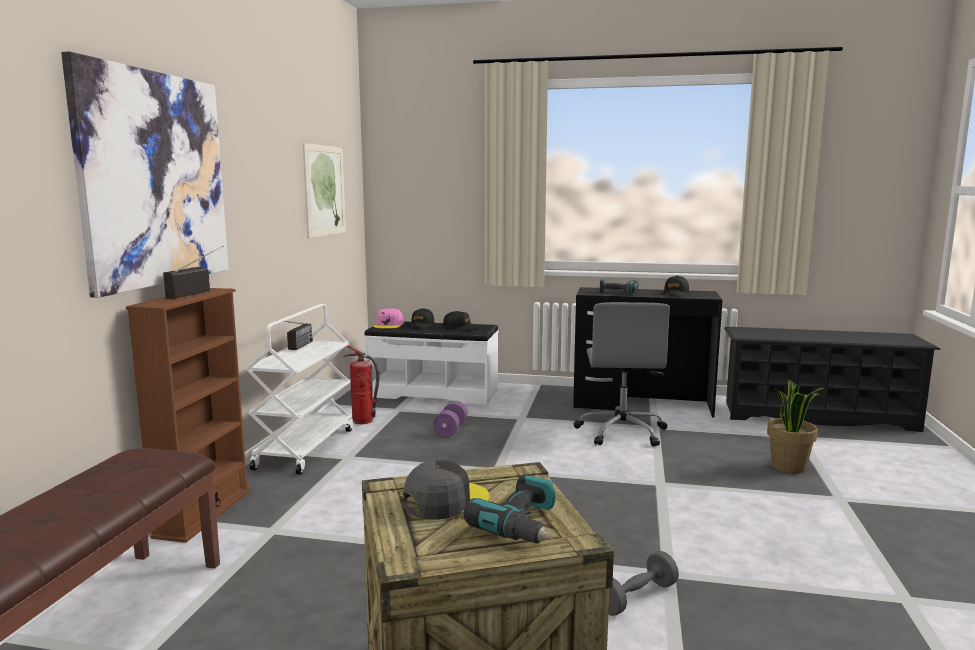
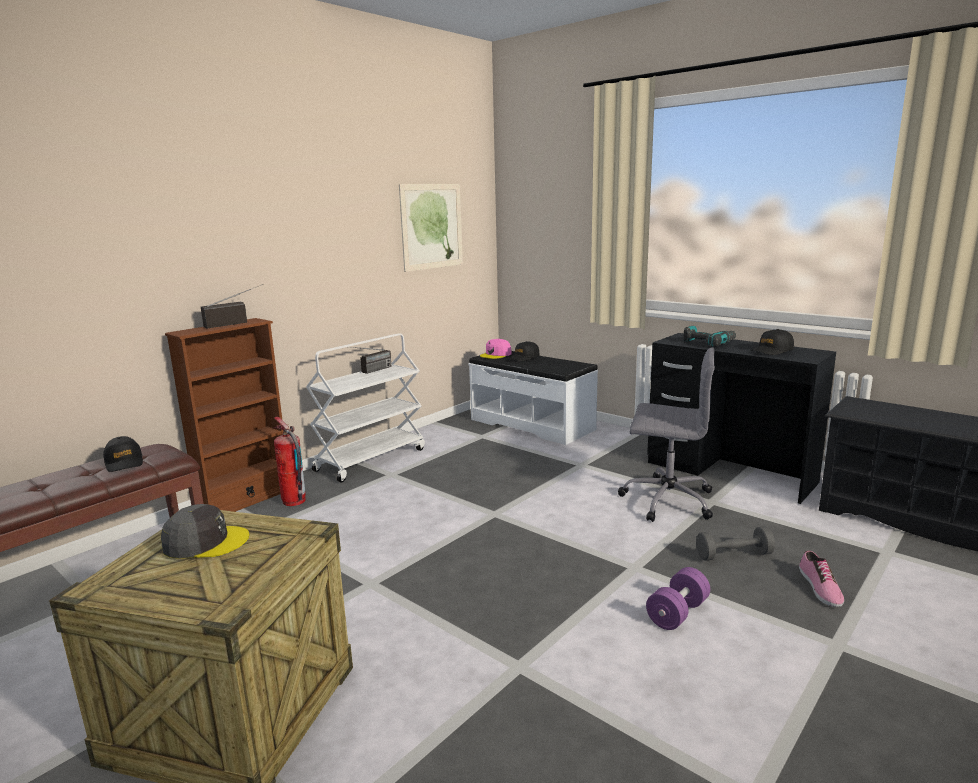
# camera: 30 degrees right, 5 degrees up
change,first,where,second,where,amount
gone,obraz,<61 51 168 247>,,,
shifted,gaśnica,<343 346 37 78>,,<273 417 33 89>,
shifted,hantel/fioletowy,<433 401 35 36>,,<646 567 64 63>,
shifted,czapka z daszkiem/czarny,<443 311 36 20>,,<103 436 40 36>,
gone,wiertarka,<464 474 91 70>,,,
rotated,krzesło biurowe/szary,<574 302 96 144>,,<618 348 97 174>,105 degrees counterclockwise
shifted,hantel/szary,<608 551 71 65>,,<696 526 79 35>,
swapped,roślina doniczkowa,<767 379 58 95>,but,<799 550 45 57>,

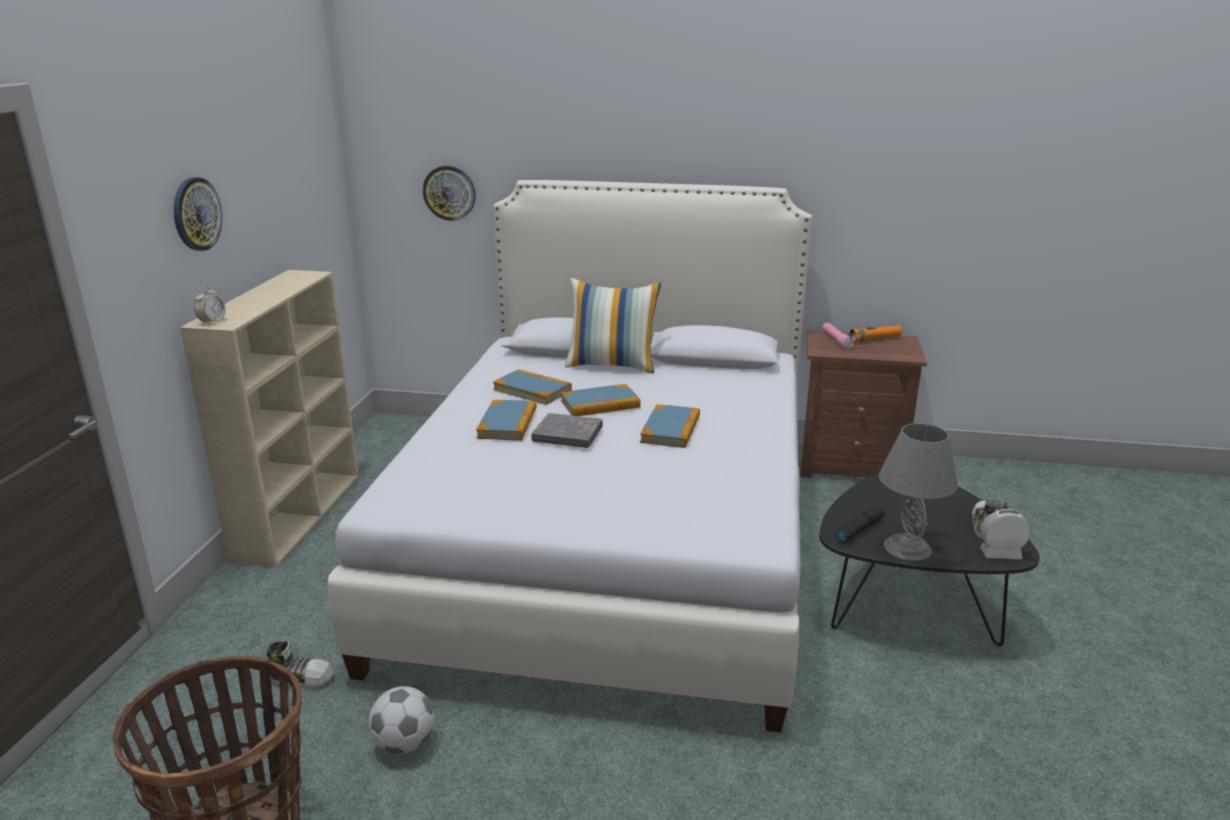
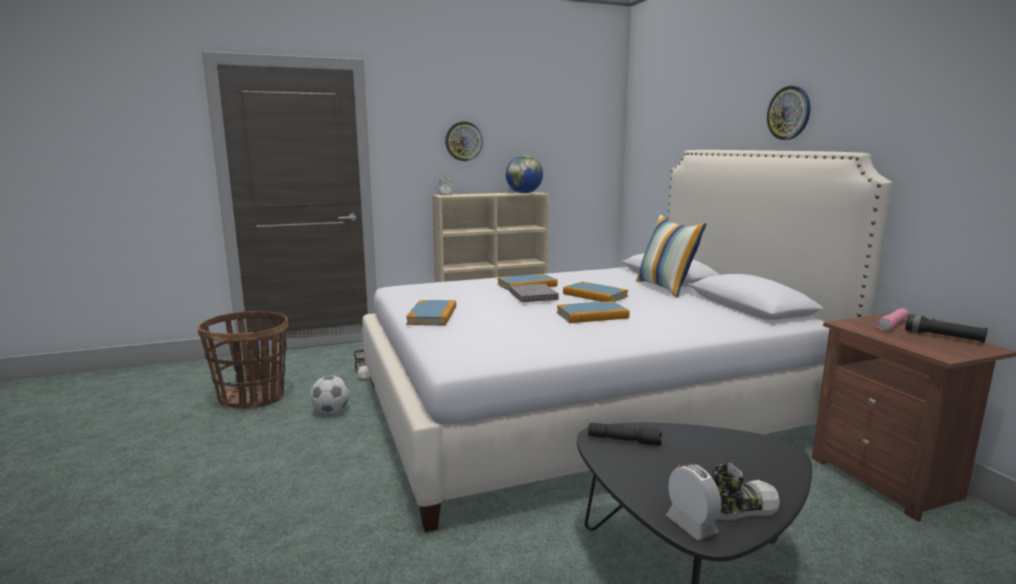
# camera: 60 degrees right, 10 degrees down
change,first,where,second,where,amount
shifted,zegar ścienny,<423 166 53 55>,,<767 86 44 54>,
shifted,książka,<493 369 79 36>,,<406 300 50 26>,
repainted,latarka/pomarańczowy,<849 324 53 19>,latarka/czarny,<905 314 83 29>,
gone,lampa stołowa/szary,<879 423 79 138>,,,
new,,,globus,<506 155 37 39>,

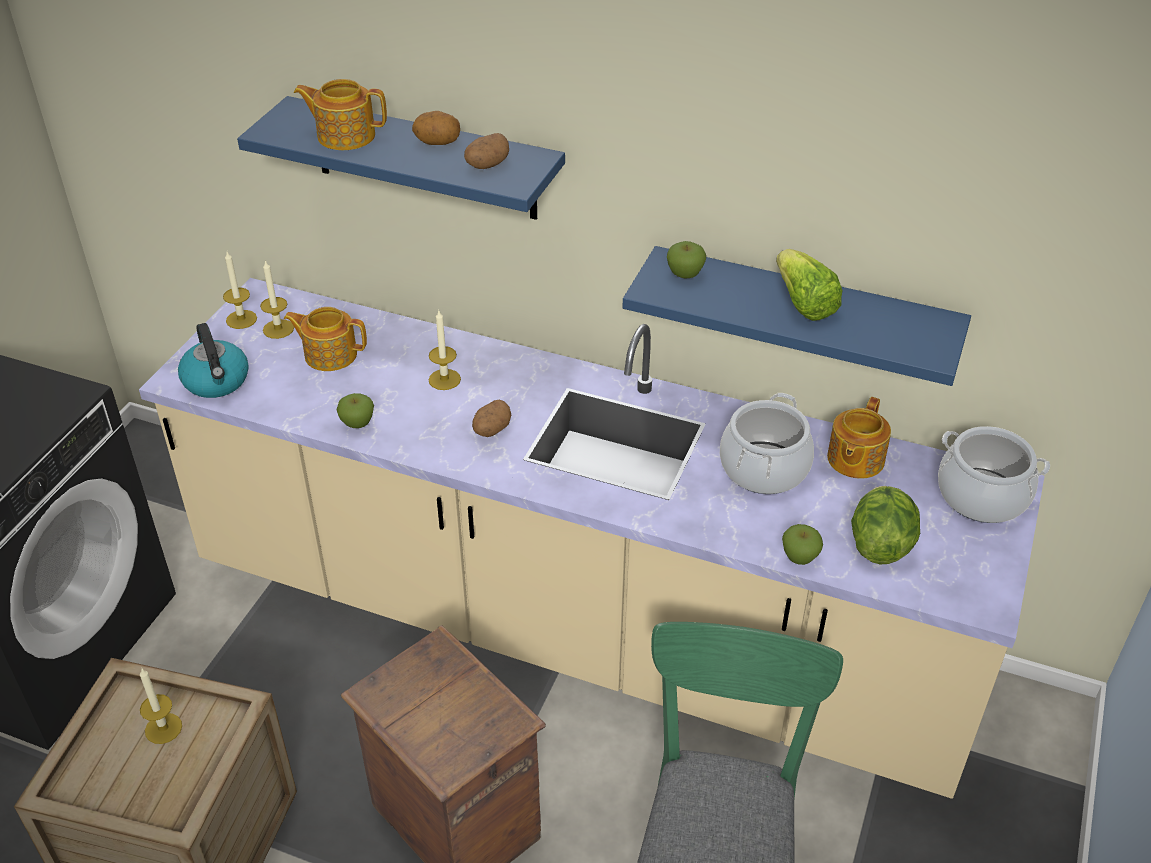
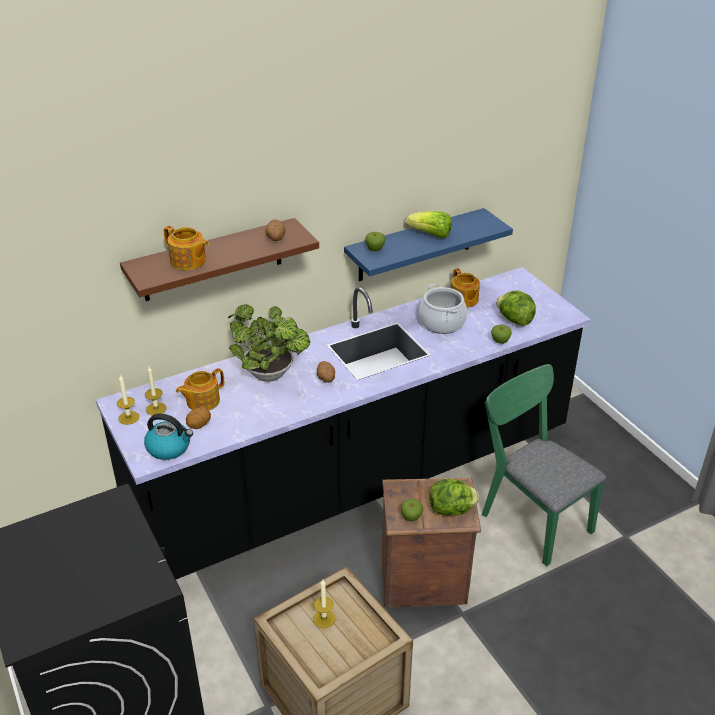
# camera: 50 degrees left, 5 degrees down
change,first,where,second,where,amount
repainted,zabudowa kuchenna/beżowy,<139 278 906 521>,zabudowa kuchenna/czarny,<96 267 495 312>,
repainted,półka/niebieski,<237 96 328 124>,półka/brązowy,<120 218 199 83>,
rotated,imbryk,<294 79 93 71>,,<164 226 45 44>,105 degrees counterclockwise
shifted,jabłko,<336 393 38 35>,,<401 499 22 22>,
shifted,ziemniak,<412 111 48 34>,,<186 407 25 22>,
swapped,świeca,<429 311 32 79>,roślina doniczkowa,<228 304 82 78>,
gone,garnek,<938 426 112 97>,,,
new,,,sałata,<429 478 50 38>,

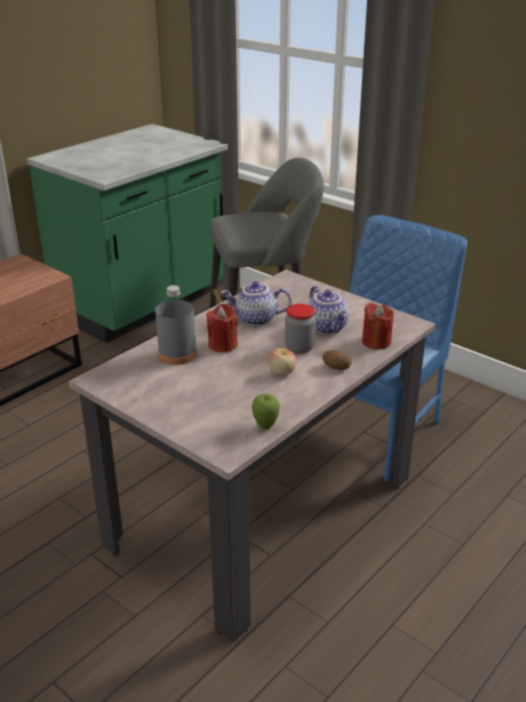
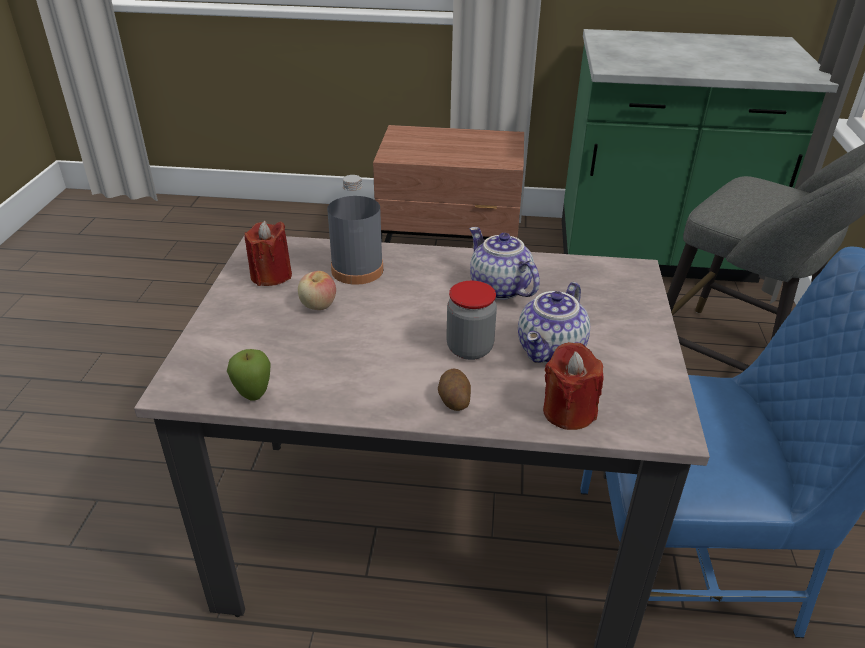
# camera: 55 degrees right, 5 degrees up
change,first,where,second,where,amount
shifted,świeca/czerwony,<206 304 32 48>,,<244 221 48 65>,
shifted,jabłko,<269 348 27 27>,,<298 271 38 39>,

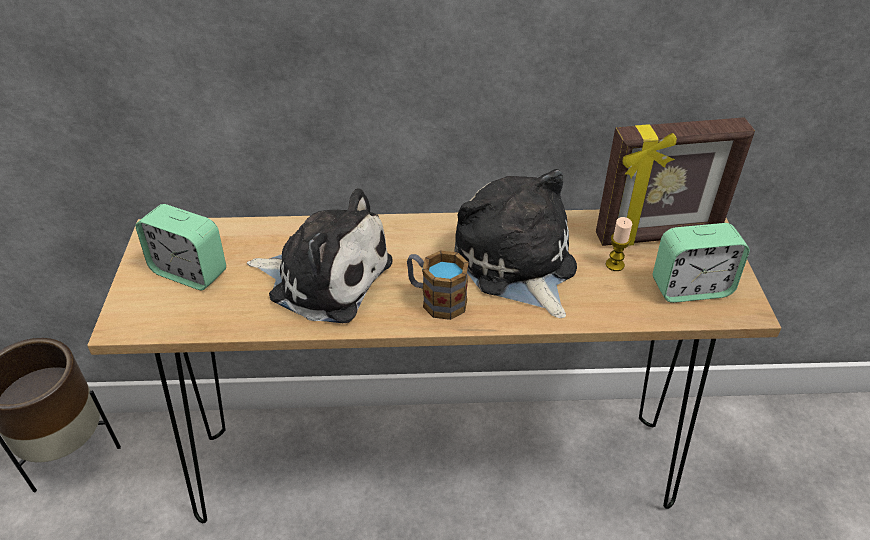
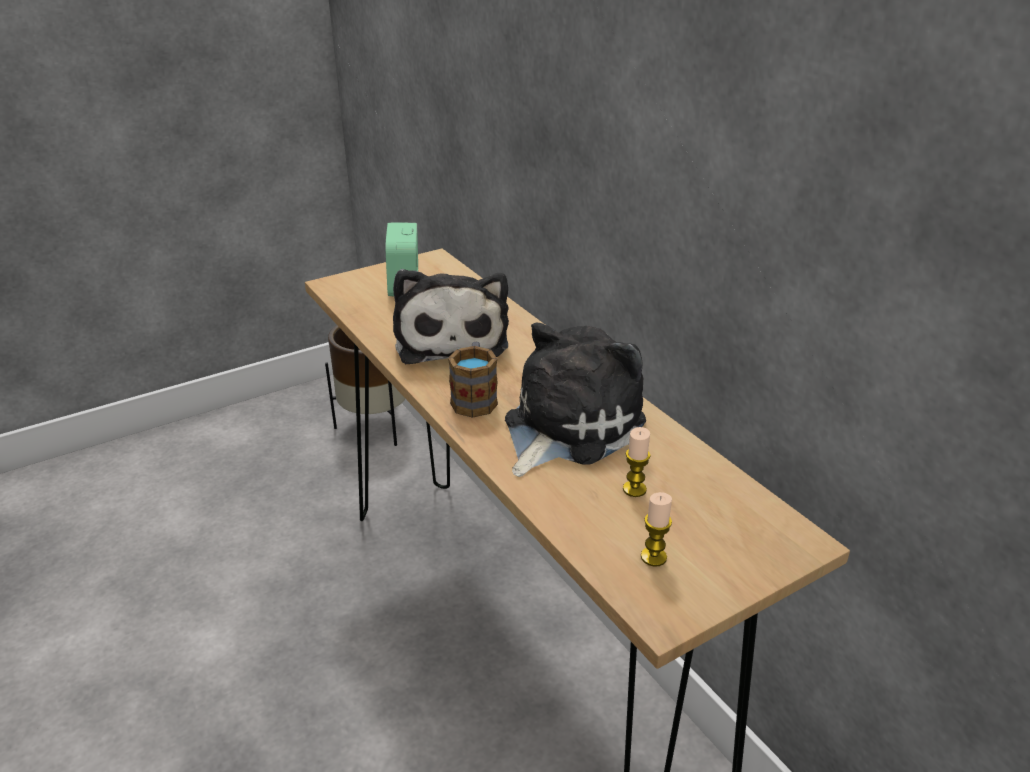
# camera: 60 degrees right, 10 degrees down
change,first,where,second,where,amount
gone,ramka na zdjęcie,<596 117 159 129>,,,
swapped,budzik,<653 223 97 80>,świeca,<641 492 31 75>,

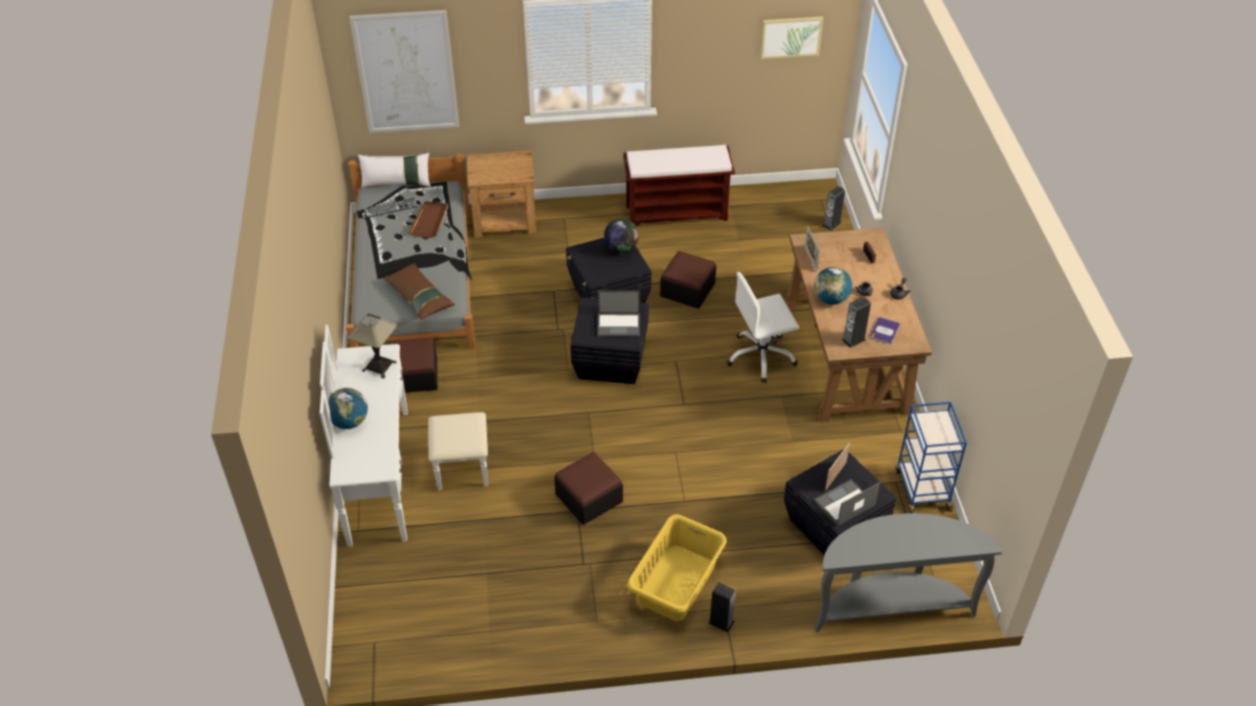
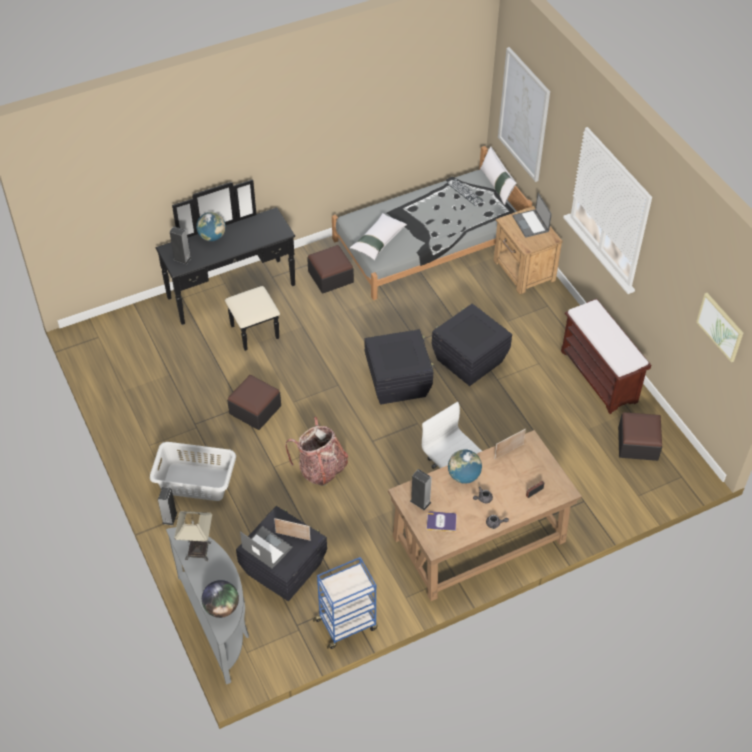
# camera: 70 degrees right, 5 degrees up
change,first,where,second,where,amount
repainted,komoda/biały,<320 325 168 222>,komoda/czarny,<156 179 139 172>,
shifted,lampa stołowa,<348 314 49 65>,,<174 511 38 50>,
repainted,poduszka/brązowy,<383 263 72 57>,poduszka/biały,<350 213 57 47>,
gone,taca/brązowy,<409 201 39 37>,,,
shifted,laptop,<597 291 43 46>,,<512 193 40 45>,
shifted,globus,<604 219 35 34>,,<202 580 37 38>,
repainted,kosz na pranie/żółty,<627 514 100 107>,kosz na pranie/szary,<150 442 86 59>,
shifted,pufa,<660 251 56 58>,,<618 412 44 49>,
shifted,głośnik,<823 186 22 45>,,<170 226 21 38>,
new,,,plecak,<285 417 63 69>,

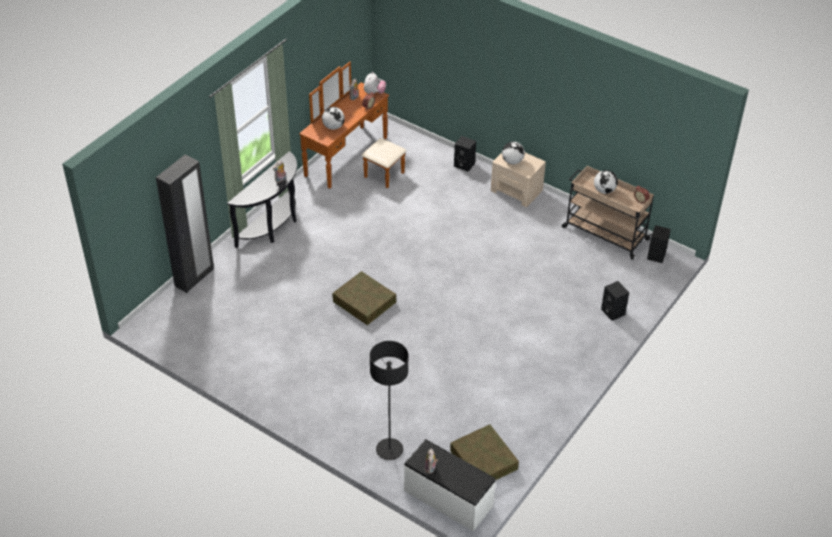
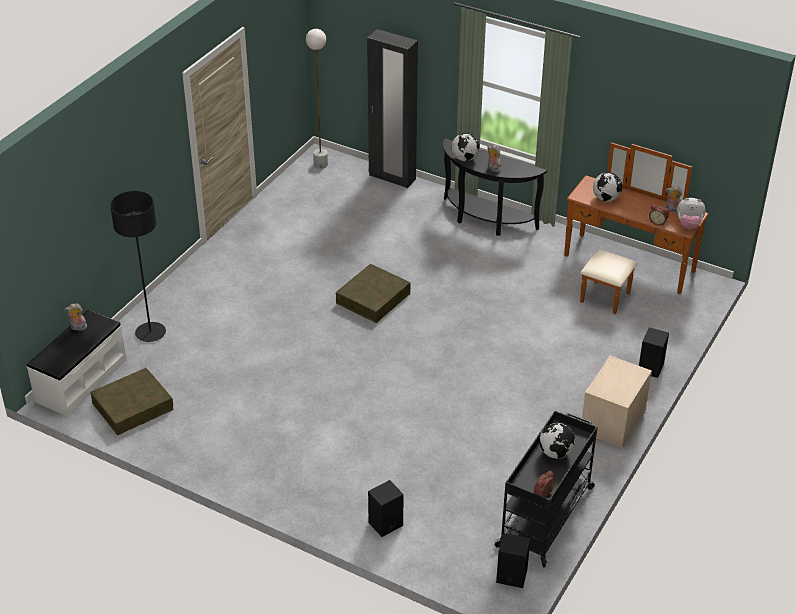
# camera: 85 degrees right, 5 degrees down
change,first,where,second,where,amount
shifted,globus,<502 142 23 22>,,<451 133 28 28>,
repainted,wózek/beżowy,<562 166 92 94>,wózek/czarny,<494 411 104 156>,
new,,,lampa stojąca/biały,<306 29 22 140>,

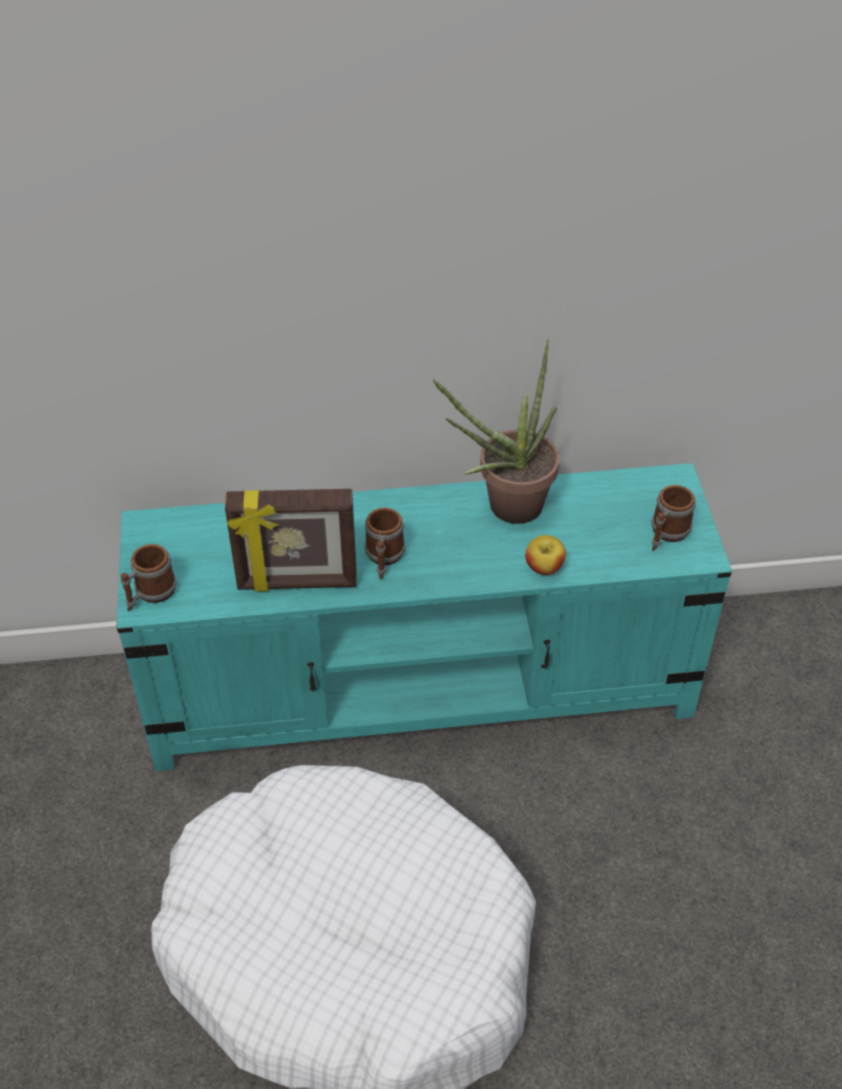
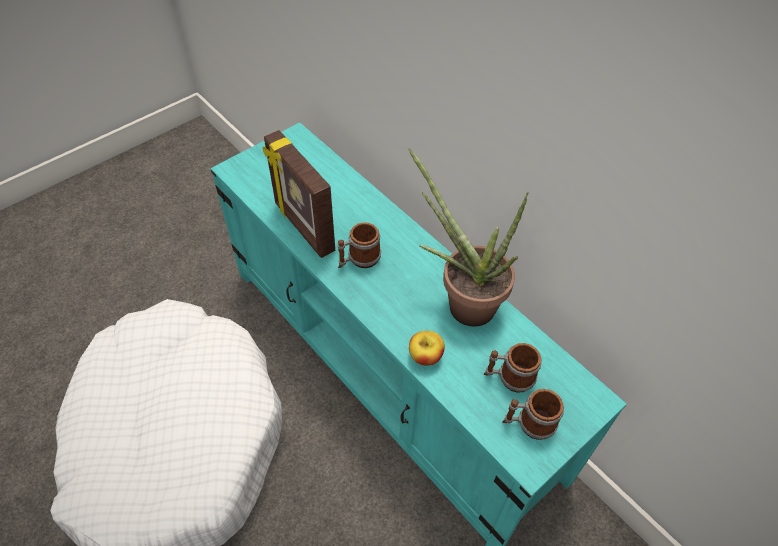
# camera: 55 degrees right, 5 degrees up
change,first,where,second,where,amount
shifted,kubek,<120 544 57 67>,,<484 343 58 50>,

